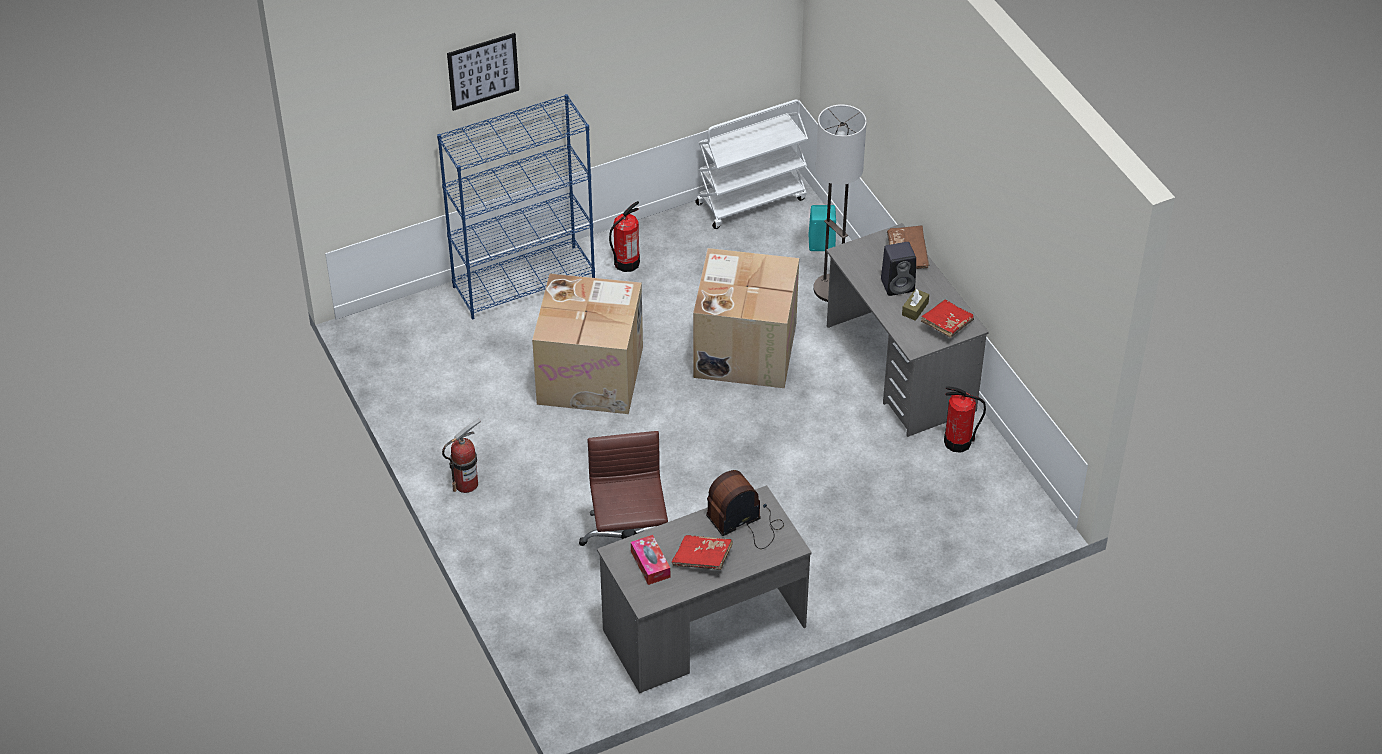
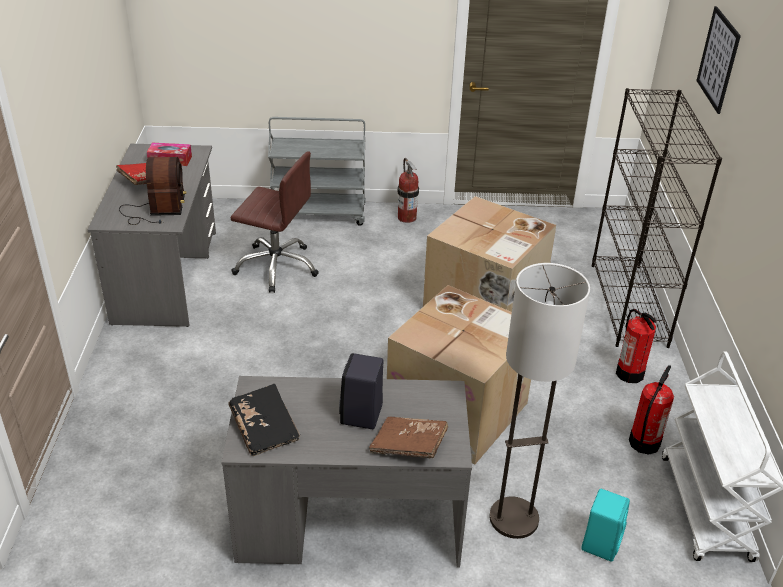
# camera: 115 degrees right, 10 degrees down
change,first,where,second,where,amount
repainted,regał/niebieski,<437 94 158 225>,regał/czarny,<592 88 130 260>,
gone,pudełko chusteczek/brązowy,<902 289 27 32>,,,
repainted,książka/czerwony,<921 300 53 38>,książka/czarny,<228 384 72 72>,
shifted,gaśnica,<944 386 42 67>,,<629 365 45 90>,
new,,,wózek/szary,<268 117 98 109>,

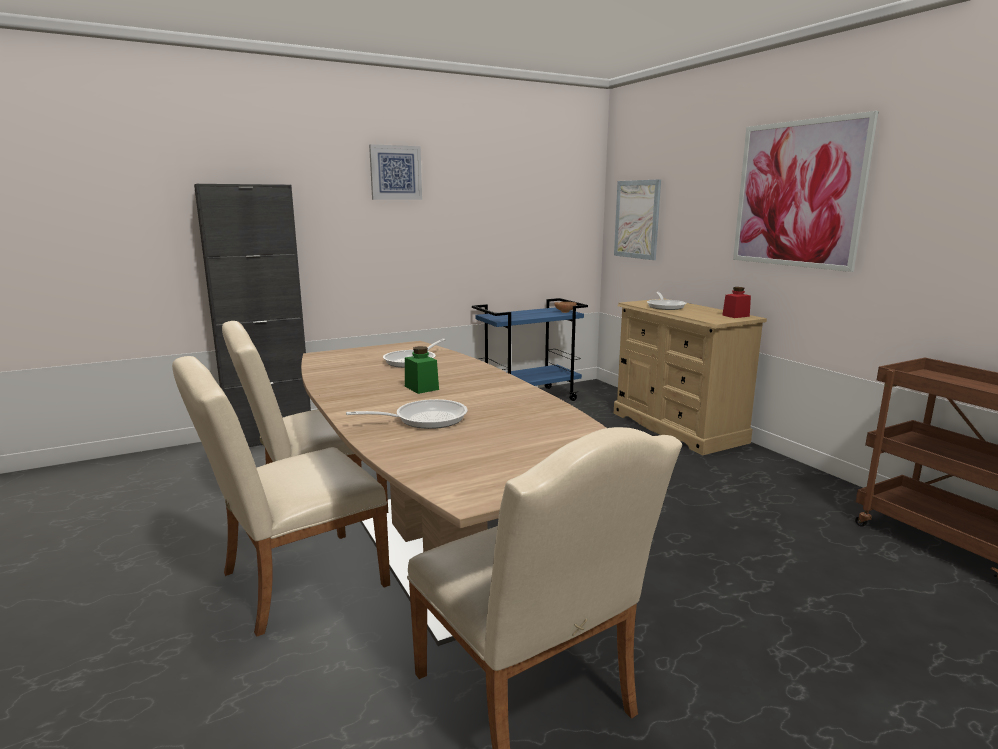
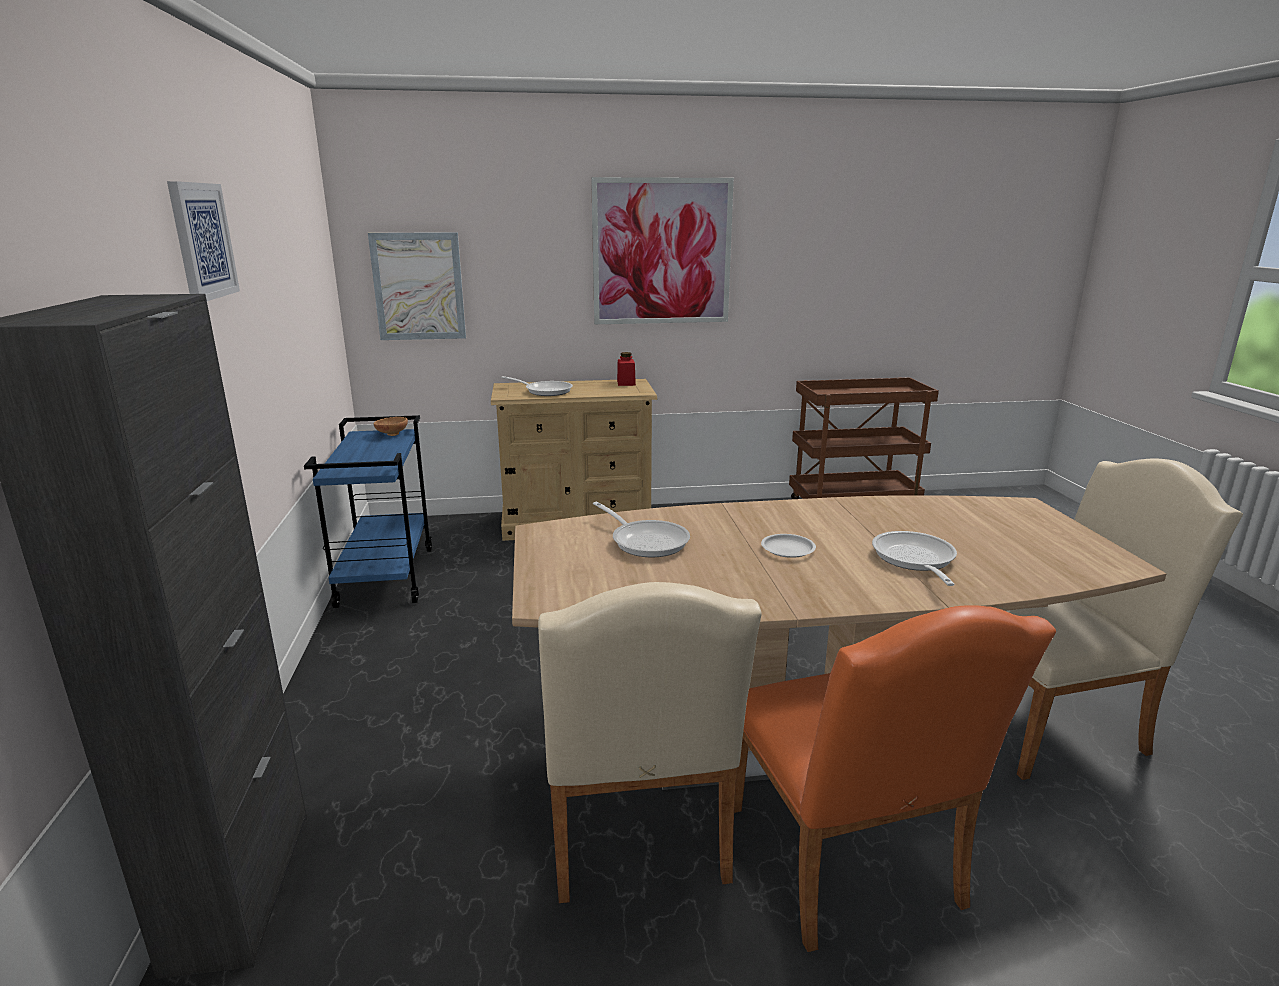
# camera: 70 degrees left, 5 degrees up
change,first,where,second,where,amount
repainted,krzesło/beżowy,<172 356 218 281>,krzesło/pomarańczowy,<734 605 322 347>,
swapped,słoik/zielony,<405 346 34 48>,talerz/biały,<761 534 55 24>,

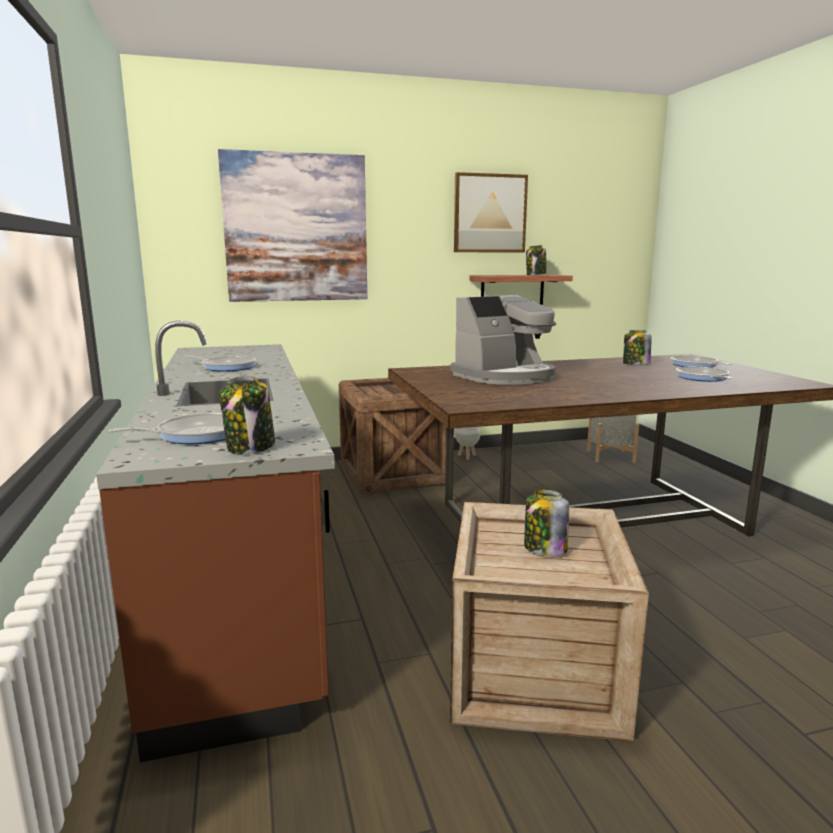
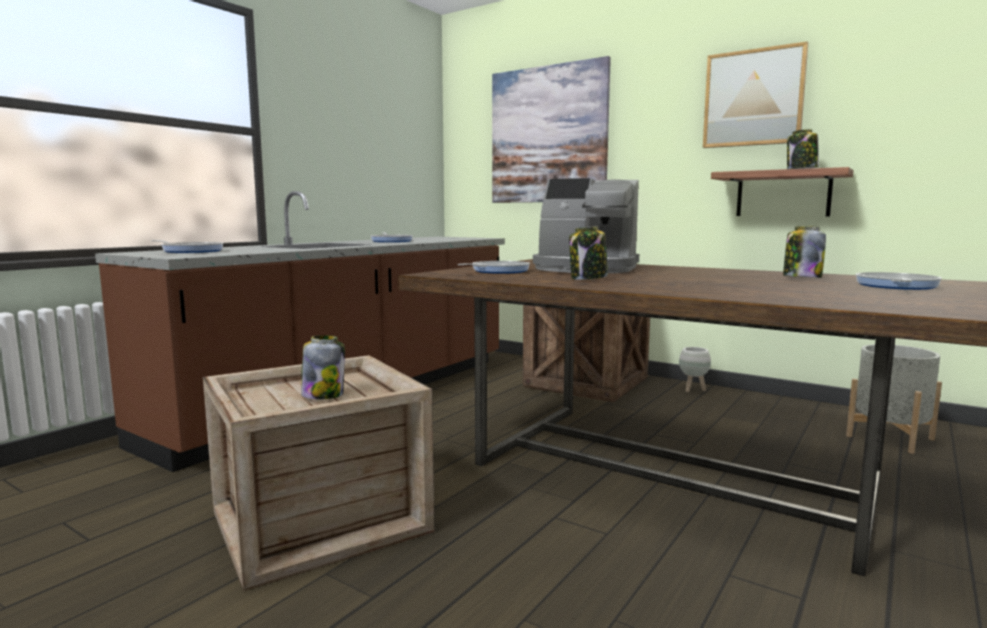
# camera: 50 degrees right, 5 degrees down
change,first,where,second,where,amount
shifted,słoik,<219 376 56 79>,,<569 226 39 54>,
shifted,patelnia,<676 367 58 15>,,<457 261 73 13>,

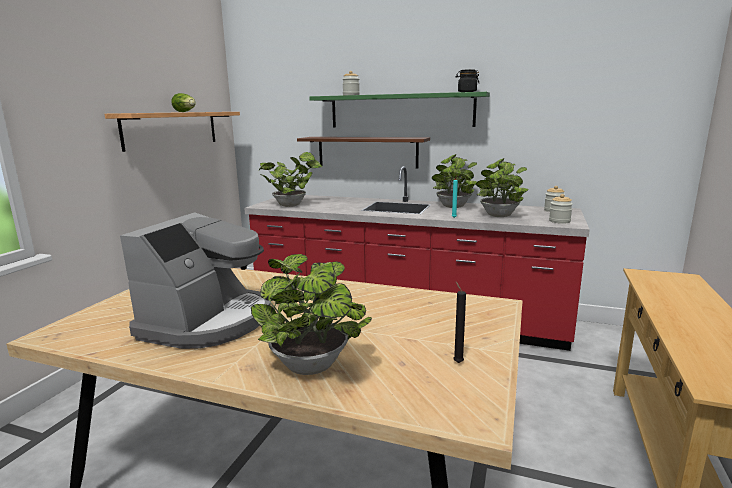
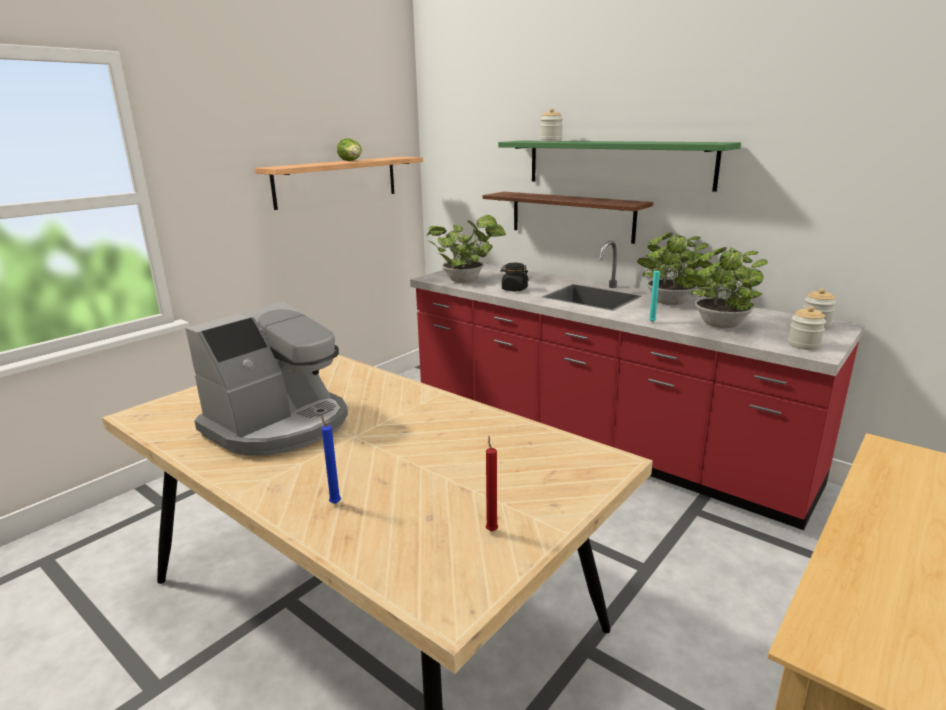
# camera: 20 degrees right, 5 degrees up
change,first,where,second,where,amount
swapped,roślina doniczkowa,<251 254 121 121>,świeca/niebieski,<321 415 20 89>,
repainted,świeca/czarny,<453 282 13 81>,świeca/czerwony,<486 436 12 95>,
shifted,słoik/czarny,<456 69 23 23>,,<501 263 28 28>,

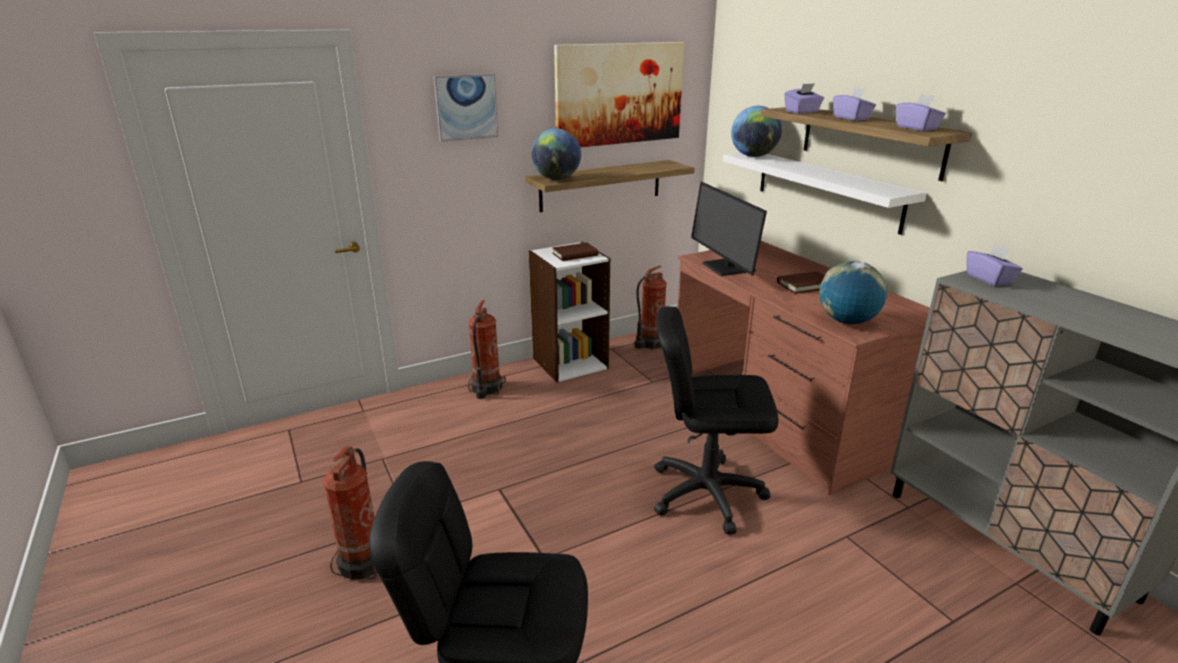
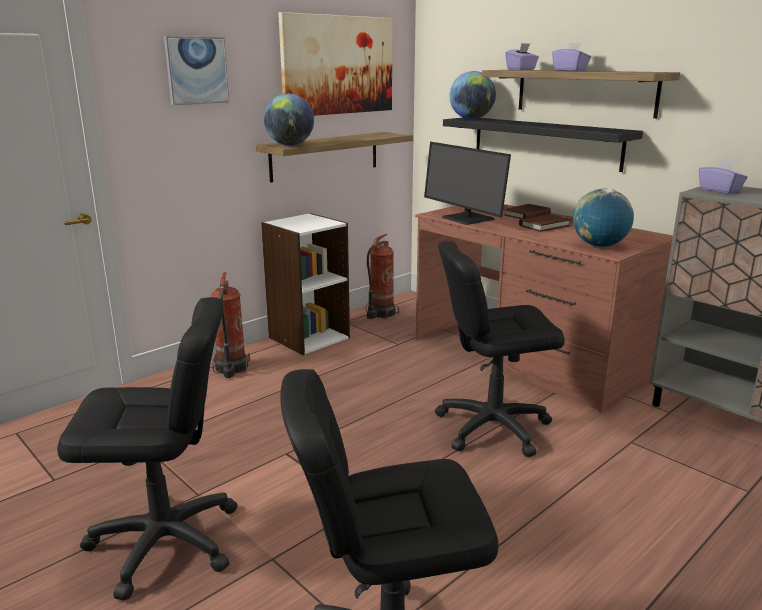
# camera: 15 degrees left, 5 degrees down
change,first,where,second,where,amount
swapped,gaśnica,<323 446 54 134>,krzesło biurowe/czarny,<57 297 180 304>,
shifted,książka/brązowy,<552 243 46 18>,,<504 204 47 15>,
repainted,półka/biały,<723 153 204 82>,półka/czarny,<443 118 200 54>,
gone,pudełko chusteczek/fioletowy,<896 94 50 37>,,,

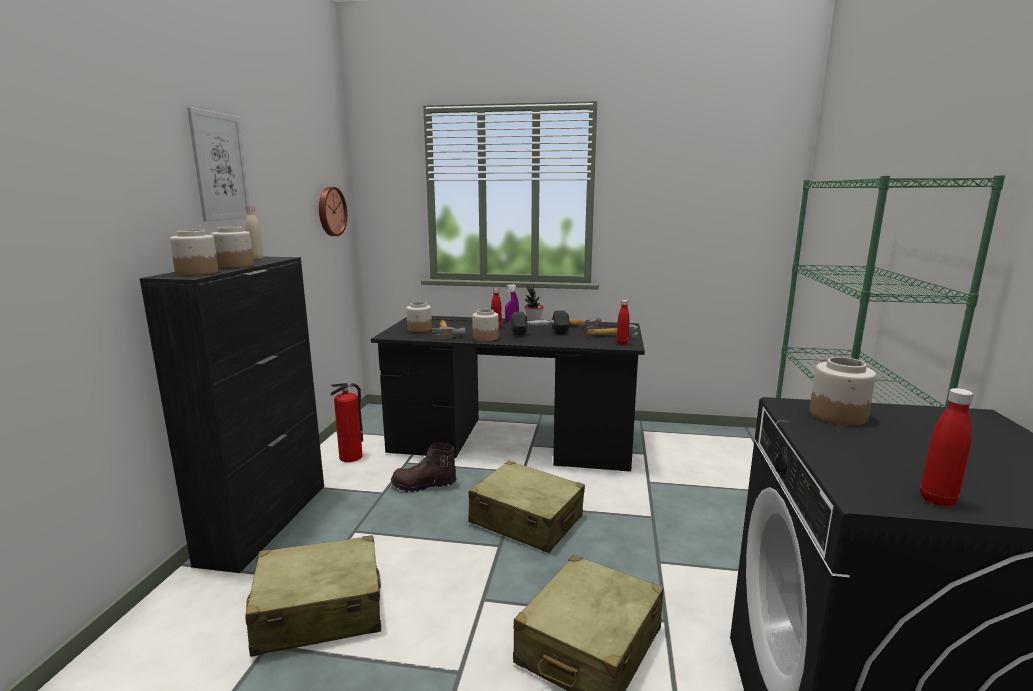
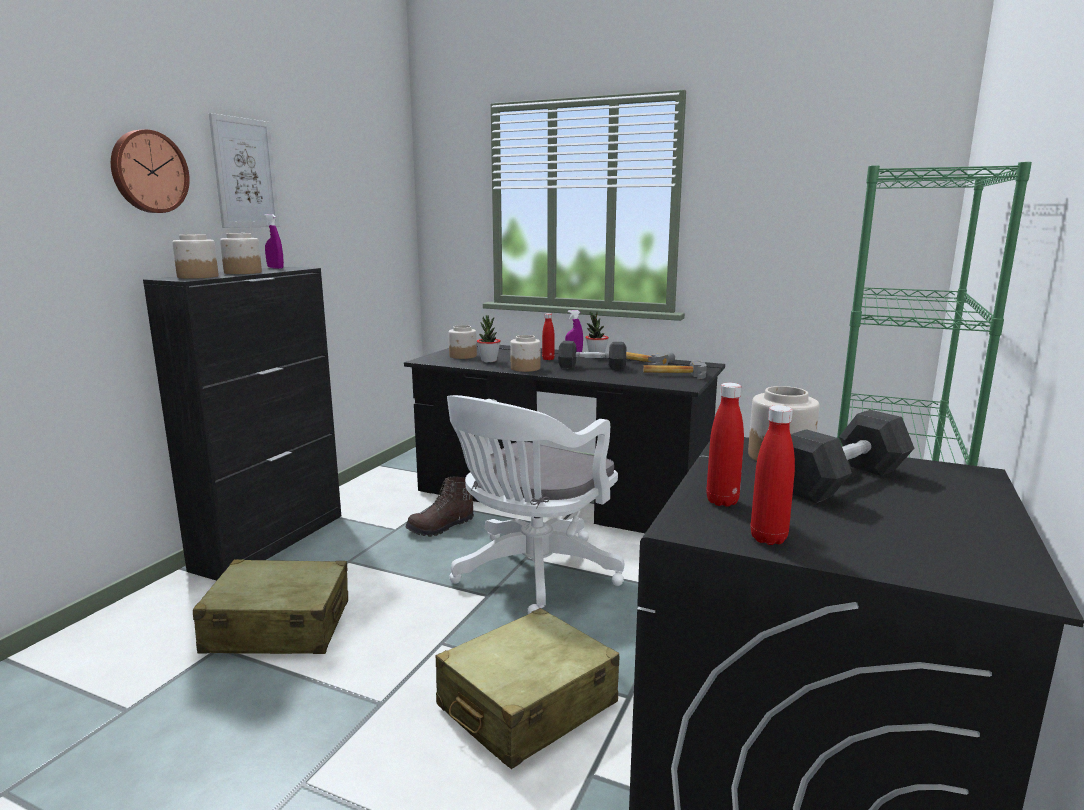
# camera: 15 degrees right, 0 degrees up
change,first,where,second,where,amount
swapped,butelka/beżowy,<245 206 18 54>,spryskiwacz/fioletowy,<264 214 20 55>,
shifted,zegar ścienny,<319 187 28 49>,,<111 129 79 84>,
gone,gaśnica,<331 383 32 79>,,,
rotated,but z cholewką/brązowy,<391 442 66 50>,,<405 476 69 61>,45 degrees counterclockwise
swapped,młotek,<432 320 33 19>,roślina doniczkowa,<477 315 24 48>,
swapped,walizka/beżowy,<468 460 117 93>,krzesło biurowe/biały,<447 395 177 219>,
shifted,butelka/czerwony,<617 300 13 44>,,<706 383 38 124>,
new,,,hantel/szary,<791 410 124 93>,

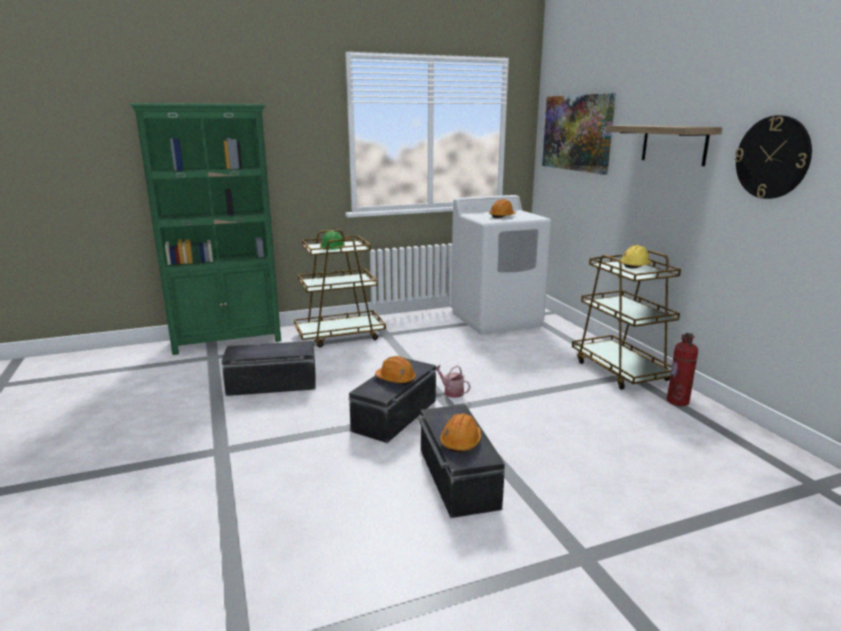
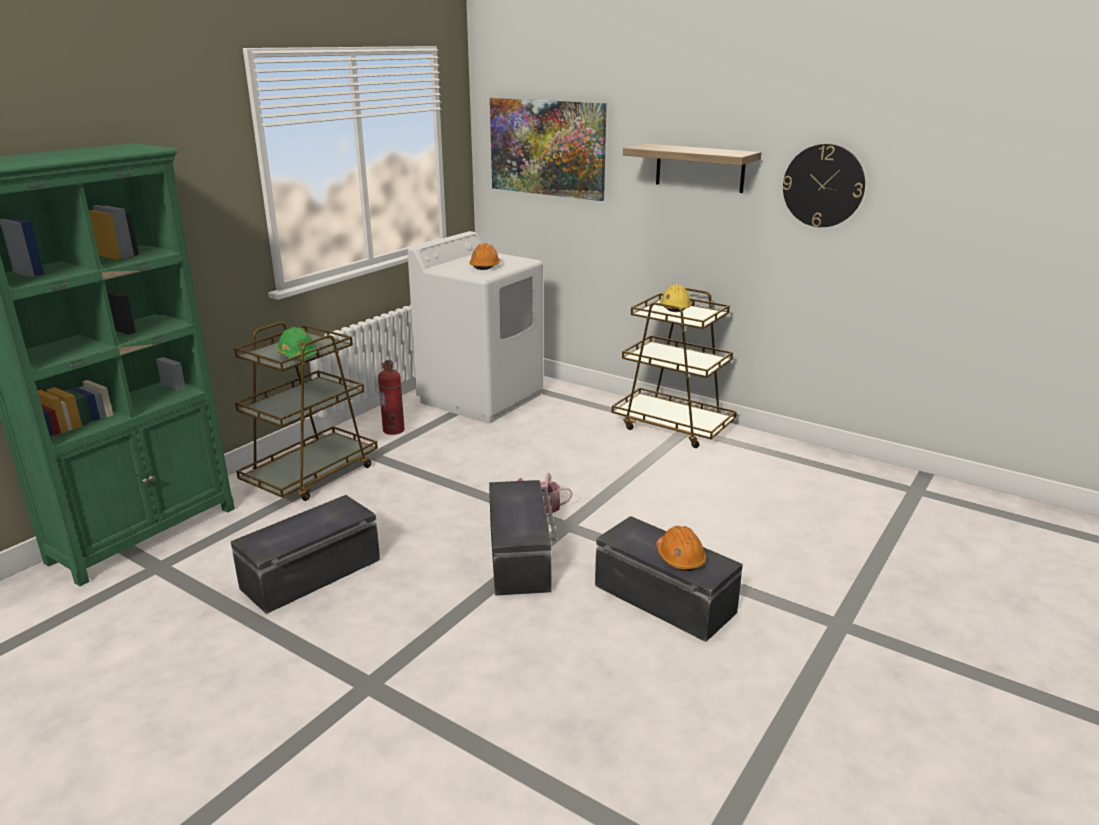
# camera: 35 degrees left, 5 degrees up
change,first,where,second,where,amount
gone,kask/pomarańczowy,<375 356 41 29>,,,
shifted,gaśnica,<667 333 31 73>,,<378 360 27 75>,

